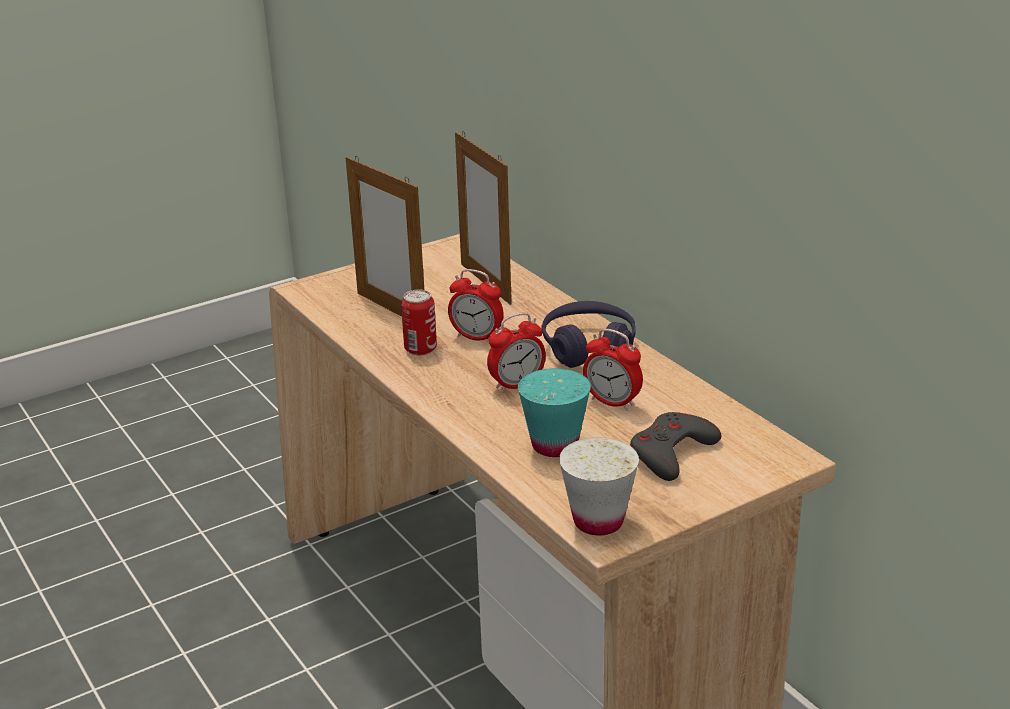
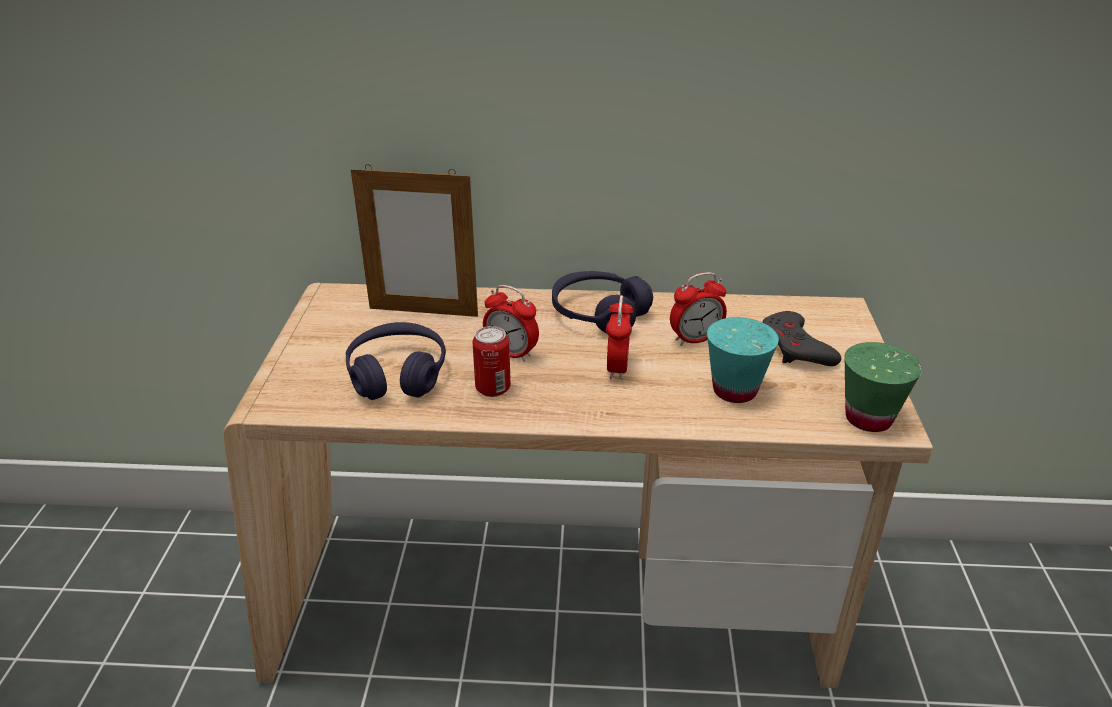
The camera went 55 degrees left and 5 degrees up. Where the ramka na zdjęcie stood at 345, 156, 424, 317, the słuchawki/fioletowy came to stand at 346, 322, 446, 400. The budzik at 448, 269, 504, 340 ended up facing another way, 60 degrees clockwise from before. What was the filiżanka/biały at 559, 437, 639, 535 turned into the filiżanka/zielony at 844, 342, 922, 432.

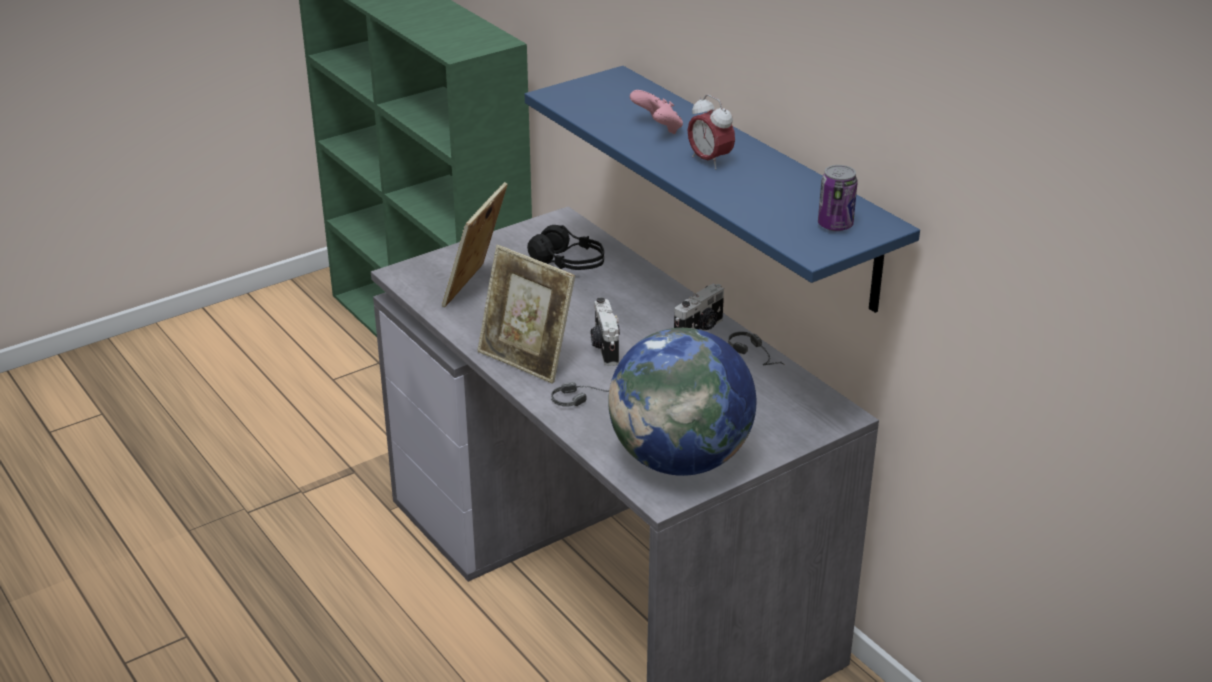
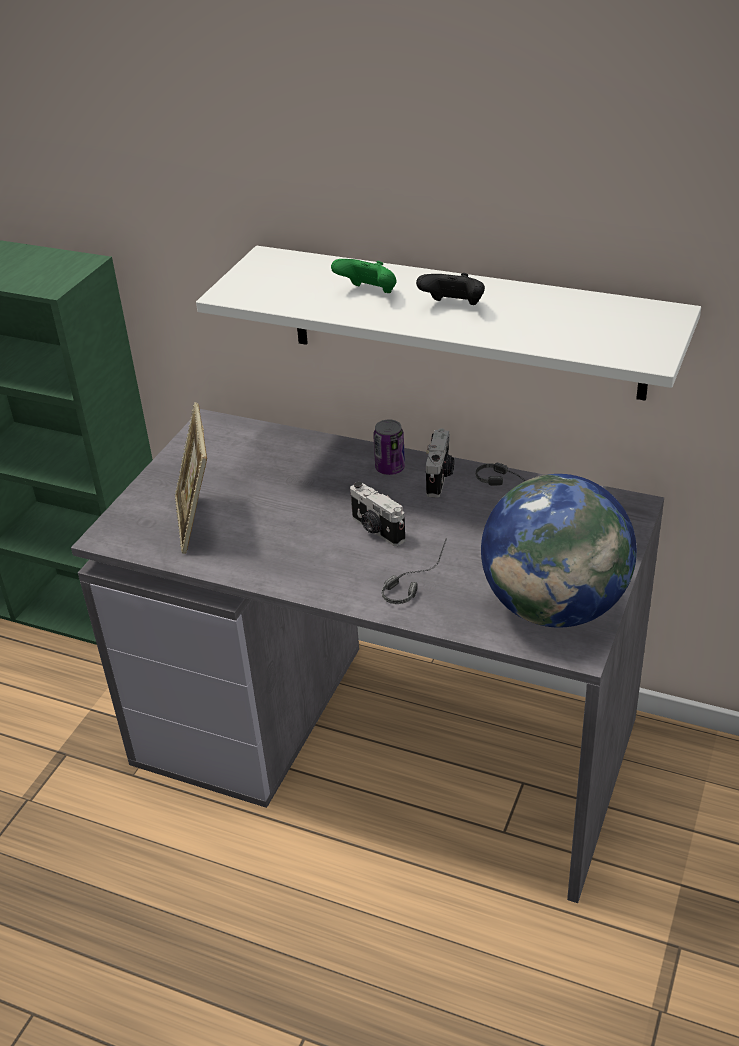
The camera went 30 degrees left and 5 degrees up. The second view lost the ramka na zdjęcie at 477, 245, 575, 384. What was the półka/niebieski at 525, 66, 920, 313 turned into the półka/biały at 196, 246, 701, 401. The second view lost the słuchawki/czarny at 527, 225, 604, 270. What was the pad do gier/różowy at 630, 90, 683, 134 turned into the pad do gier/zielony at 331, 259, 397, 293. Where the budzik stood at 688, 94, 735, 170, the pad do gier/czarny came to stand at 416, 273, 485, 305. The puszka ended up elsewhere, having gone from 818, 165, 858, 231 to 373, 420, 405, 475.

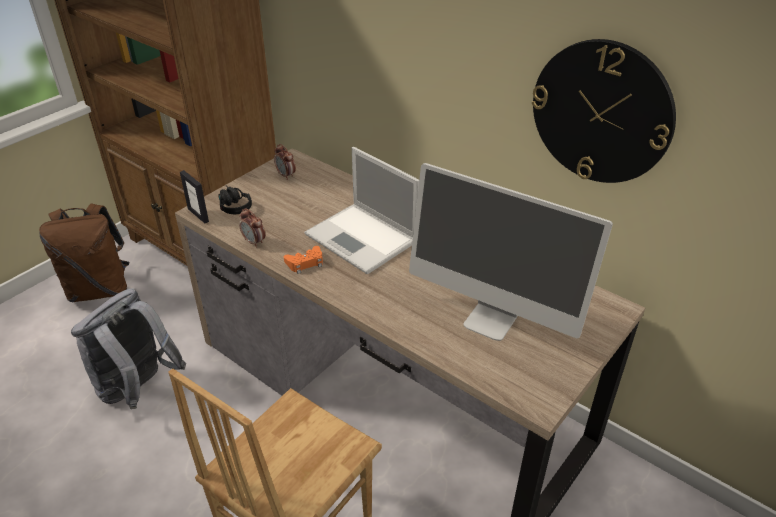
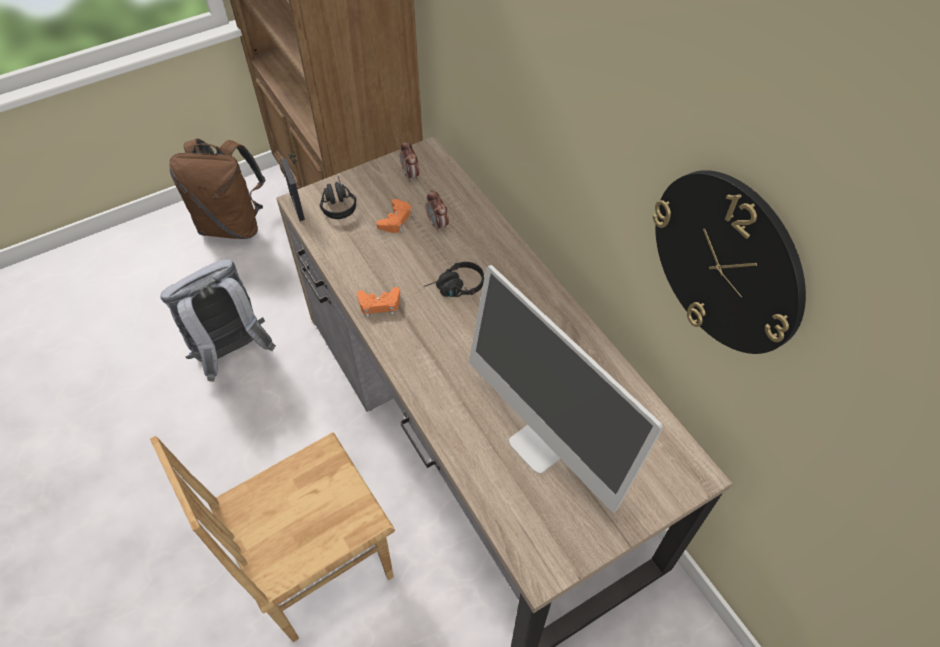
The camera went 20 degrees right and 15 degrees up. The budzik ended up elsewhere, having gone from 239, 208, 265, 248 to 425, 190, 449, 232. Where the laptop stood at 304, 147, 419, 274, the słuchawki/czarny came to stand at 423, 262, 484, 297. The second view gained the pad do gier/pomarańczowy at 377, 199, 413, 233.

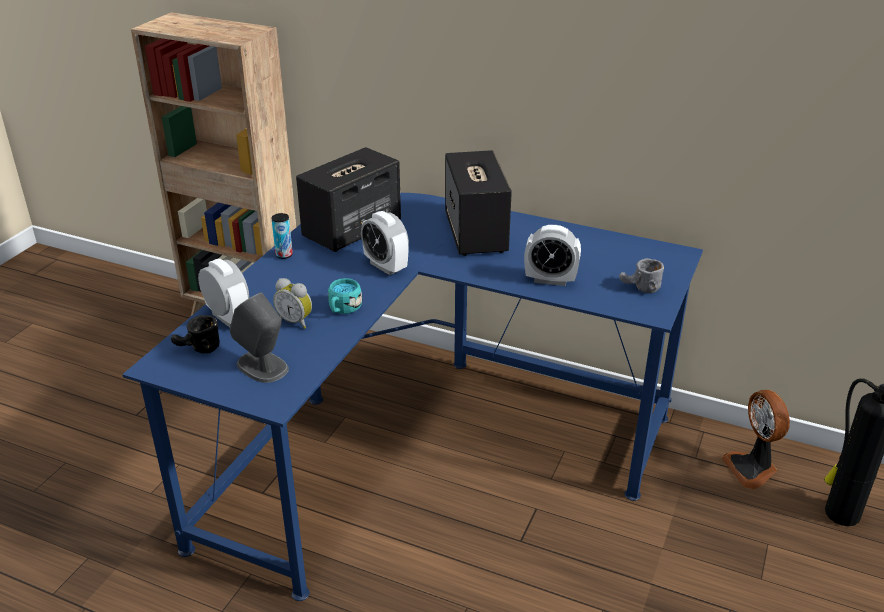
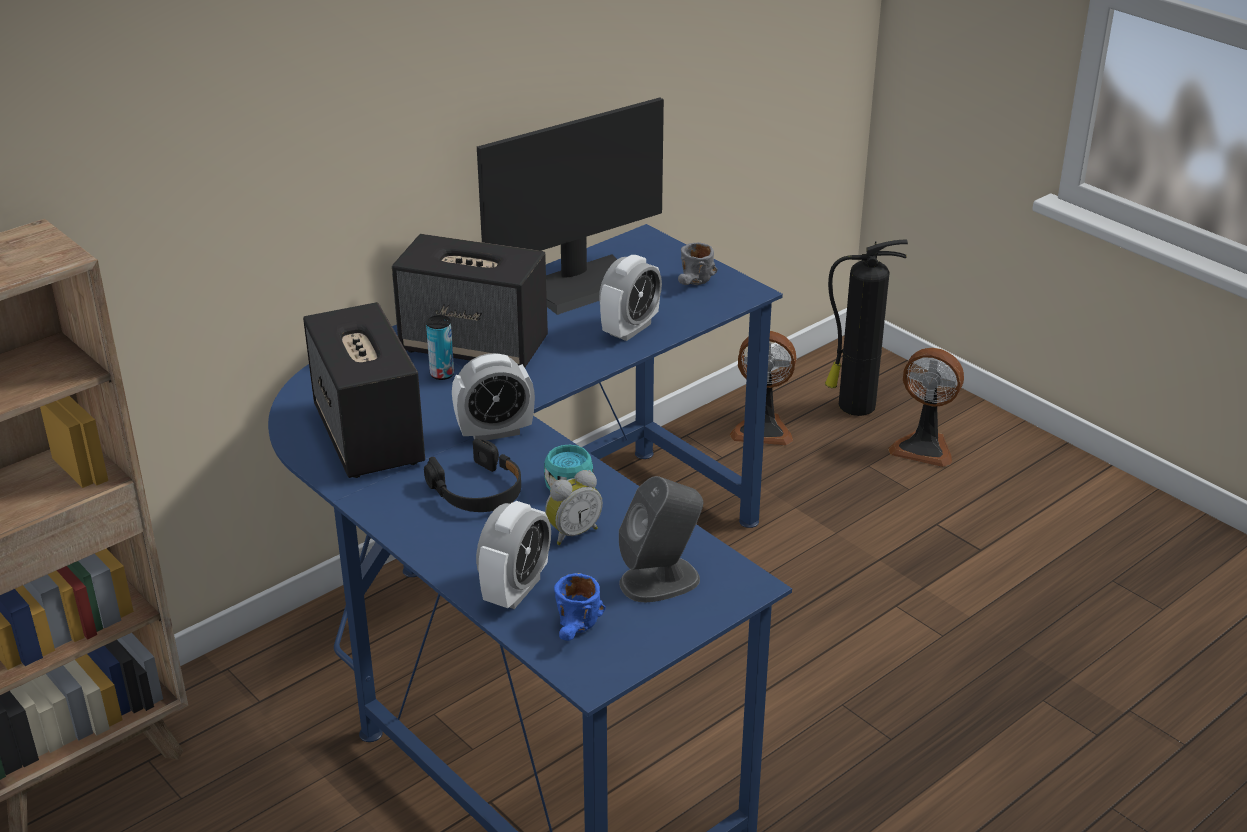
The camera went 65 degrees left and 0 degrees up. What was the kubek/czarny at 171, 315, 220, 353 turned into the kubek/niebieski at 554, 573, 606, 641. The budzik at 198, 259, 249, 328 ended up facing another way, 135 degrees clockwise from before. The puszka ended up elsewhere, having gone from 271, 213, 293, 259 to 426, 315, 454, 380. The second view gained the słuchawki/czarny at 424, 439, 521, 512. The second view gained the monitor at 477, 98, 664, 315. The second view gained the wentylator at 888, 348, 964, 467.

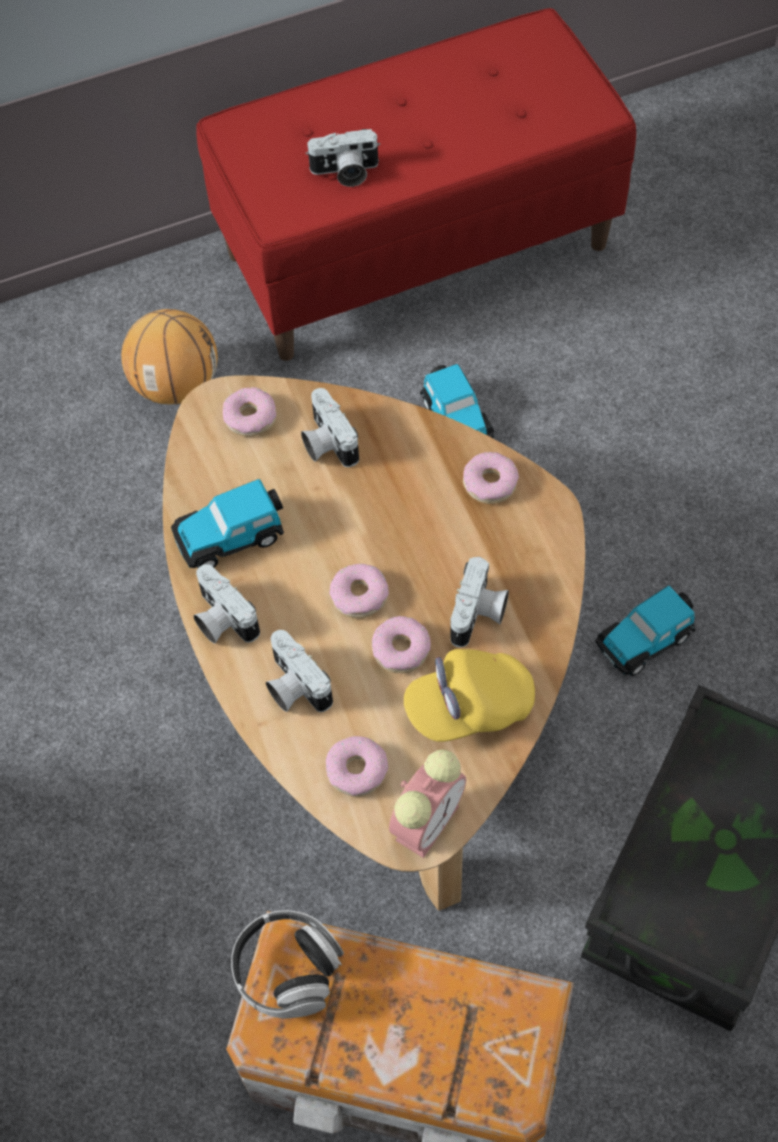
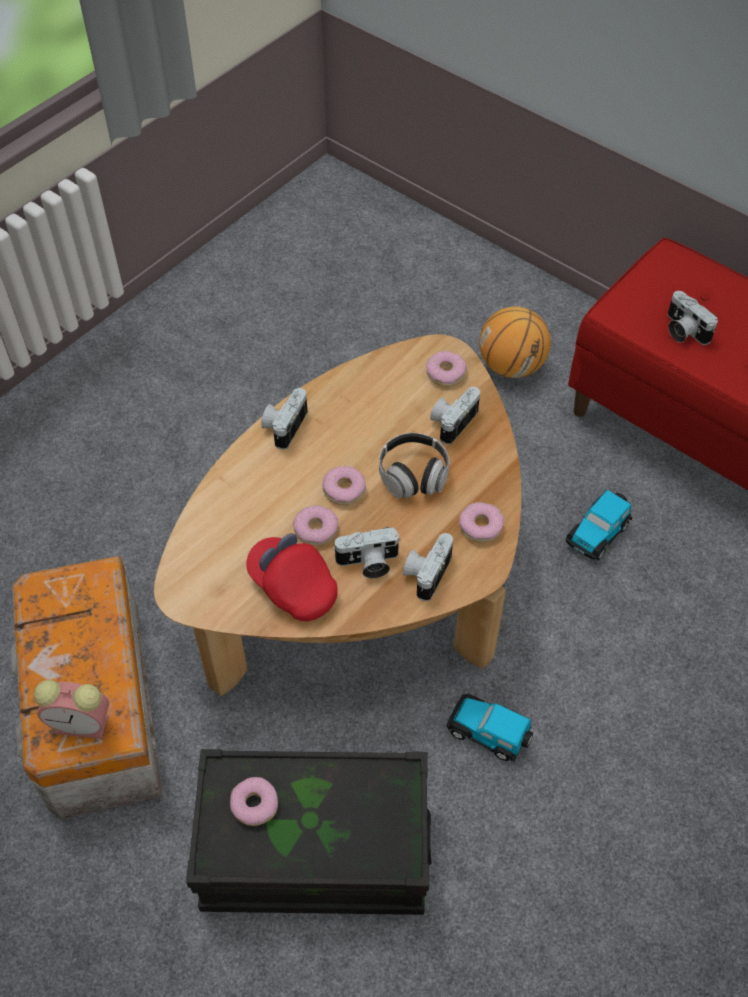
The camera went 60 degrees right and 5 degrees down. The second view lost the samochodzik at 171, 479, 284, 568. The słuchawki ended up elsewhere, having gone from 231, 910, 344, 1018 to 379, 433, 449, 499. The aparat fotograficzny ended up elsewhere, having gone from 266, 630, 333, 712 to 403, 533, 453, 601. The donut ended up elsewhere, having gone from 326, 736, 388, 797 to 230, 777, 278, 826. The budzik ended up elsewhere, having gone from 389, 750, 466, 858 to 34, 680, 109, 739. What was the czapka z daszkiem/żółty at 404, 649, 535, 742 turned into the czapka z daszkiem/czerwony at 247, 533, 338, 621.

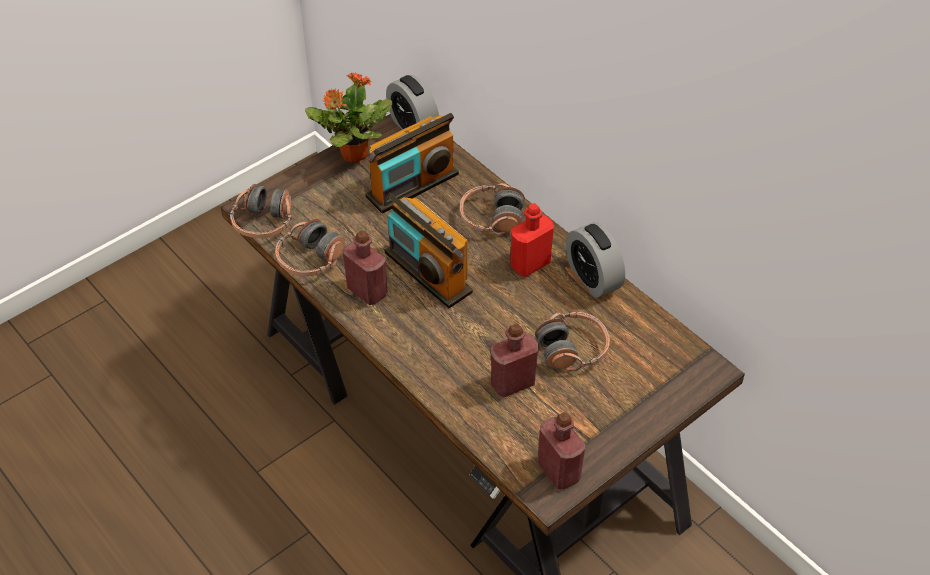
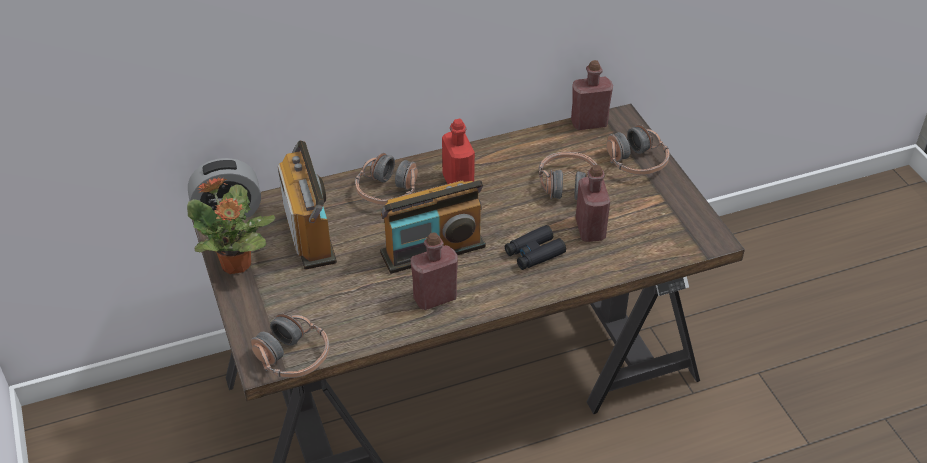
The camera went 70 degrees left and 5 degrees down. The słuchawki ended up elsewhere, having gone from 275, 219, 345, 276 to 606, 125, 669, 175. The butelka/czerwony ended up elsewhere, having gone from 538, 412, 586, 489 to 571, 60, 613, 130. The second view lost the budzik at 566, 222, 625, 298. The second view gained the lornetka/czarny at 505, 225, 566, 270.

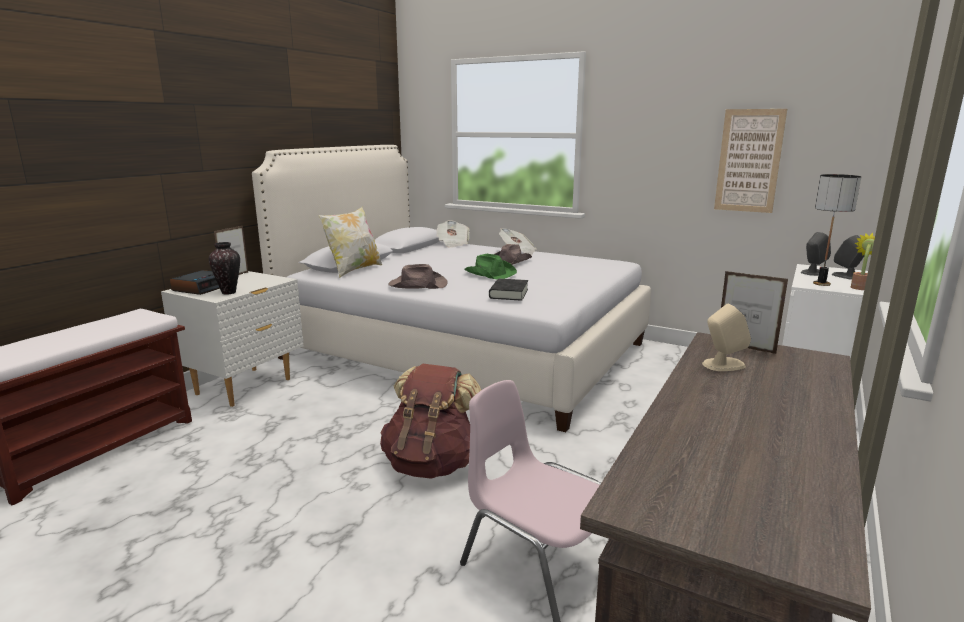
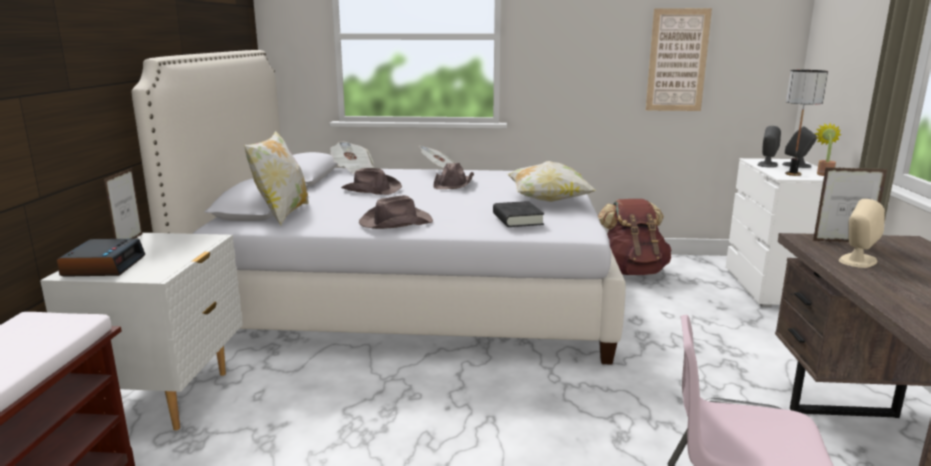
The camera went 25 degrees left and 0 degrees up. The second view lost the wazon at 209, 242, 240, 294. The plecak/brązowy ended up elsewhere, having gone from 380, 364, 481, 479 to 598, 199, 671, 275. The second view lost the kapelusz/zielony at 464, 254, 517, 279. The second view gained the kapelusz/brązowy at 341, 168, 402, 195. The second view gained the poduszka at 507, 161, 597, 202.

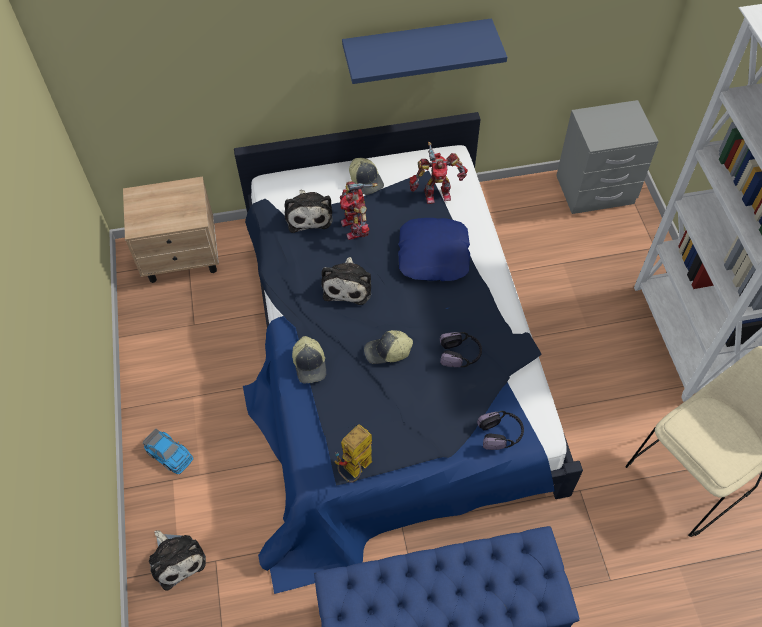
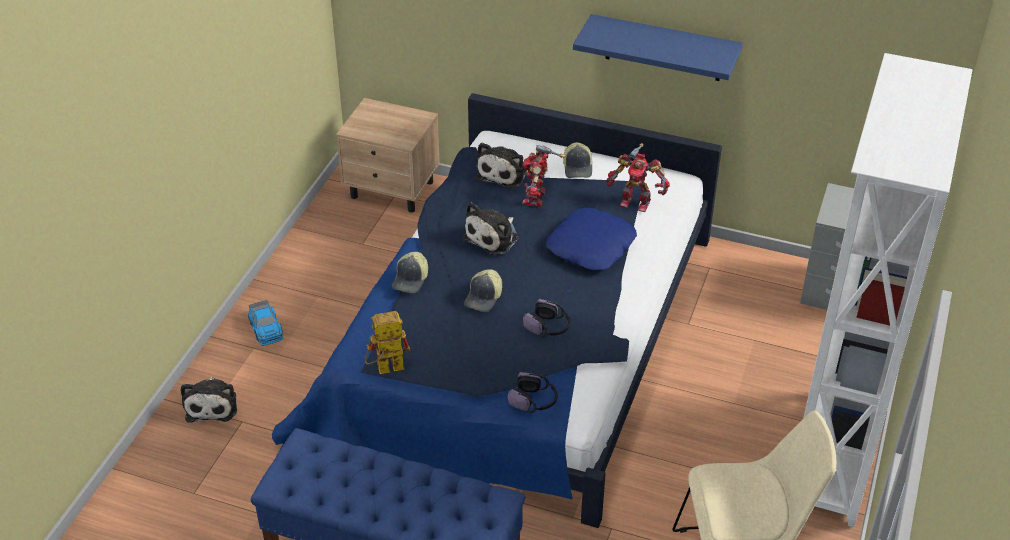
The camera went 30 degrees right and 15 degrees down. The czapka z daszkiem at 364, 330, 413, 364 ended up facing another way, 90 degrees counterclockwise from before.

